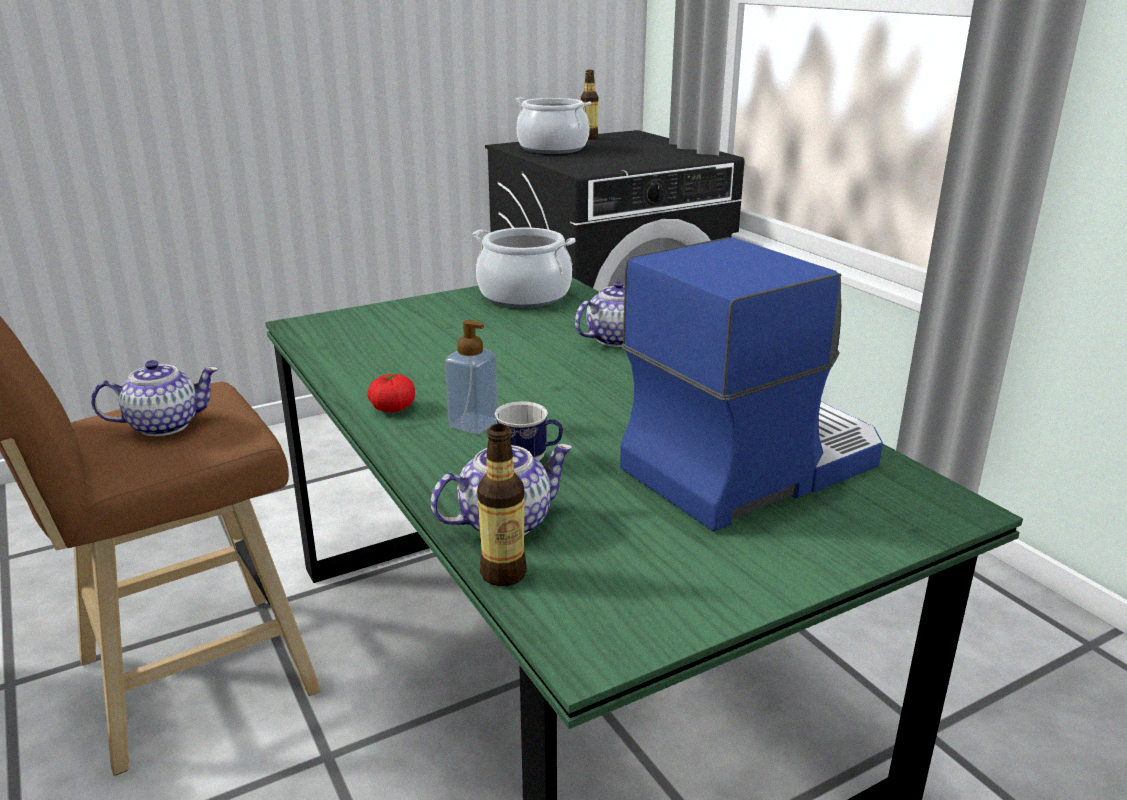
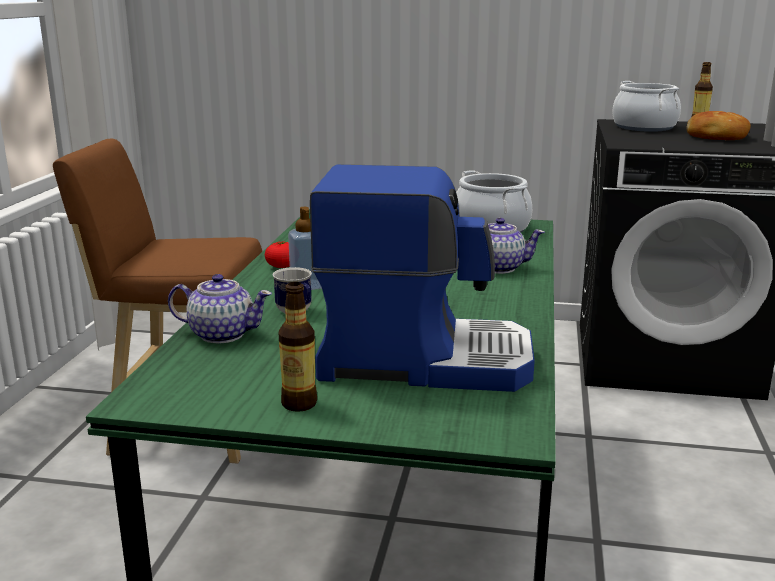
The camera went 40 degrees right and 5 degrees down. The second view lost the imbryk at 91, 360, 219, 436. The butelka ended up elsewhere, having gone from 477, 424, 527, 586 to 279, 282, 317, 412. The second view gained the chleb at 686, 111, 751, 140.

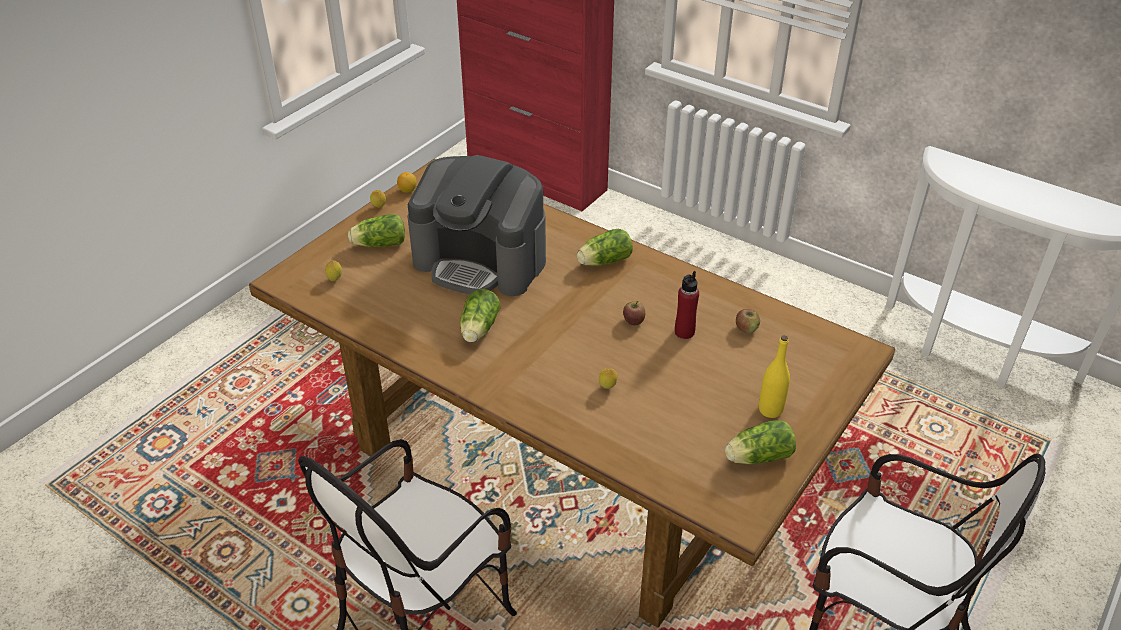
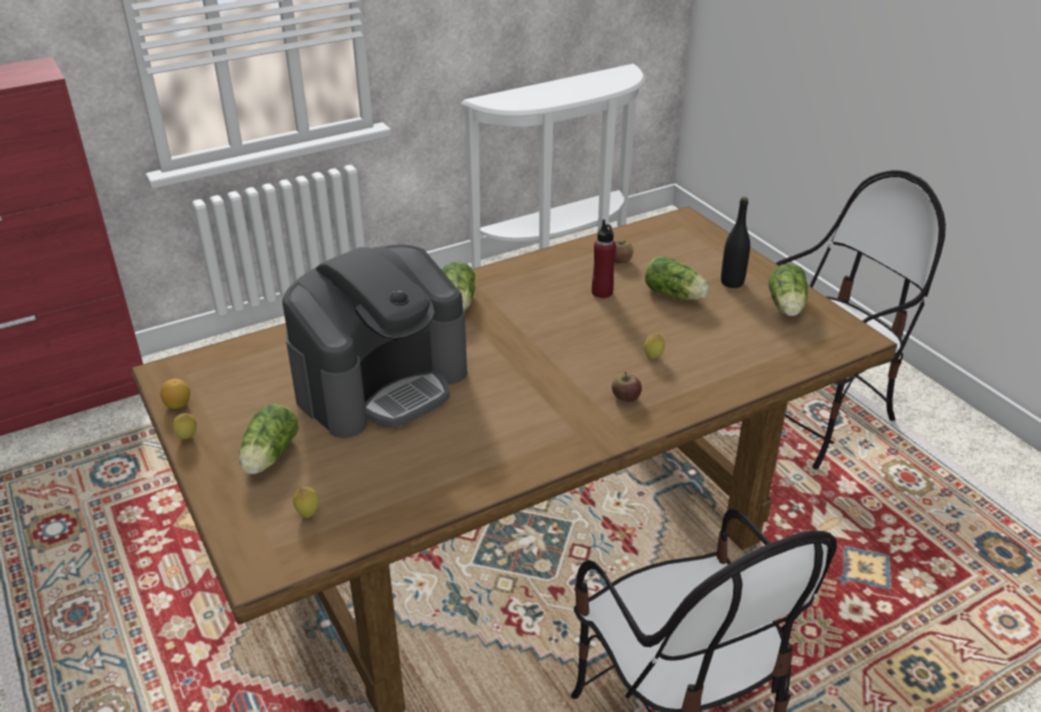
The camera went 65 degrees left and 5 degrees down. The sałata ended up elsewhere, having gone from 460, 289, 501, 342 to 645, 256, 709, 300. The jabłko ended up elsewhere, having gone from 623, 301, 645, 326 to 612, 372, 642, 402. What was the butelka/żółty at 759, 335, 790, 418 turned into the butelka/czarny at 721, 197, 750, 288.

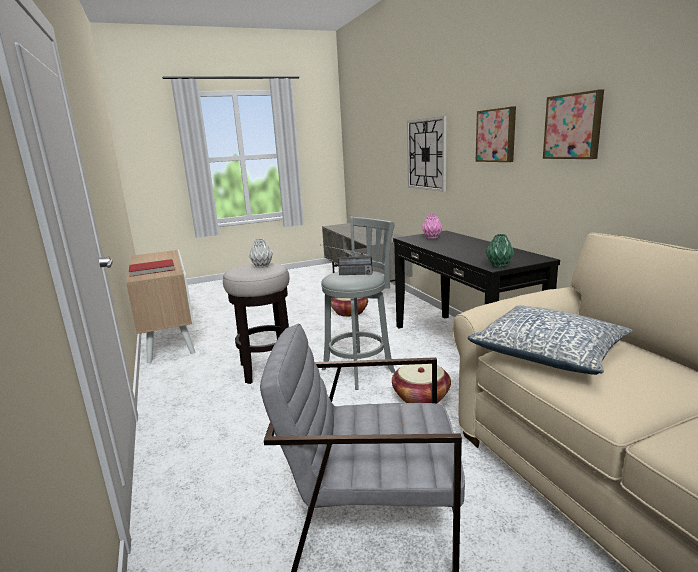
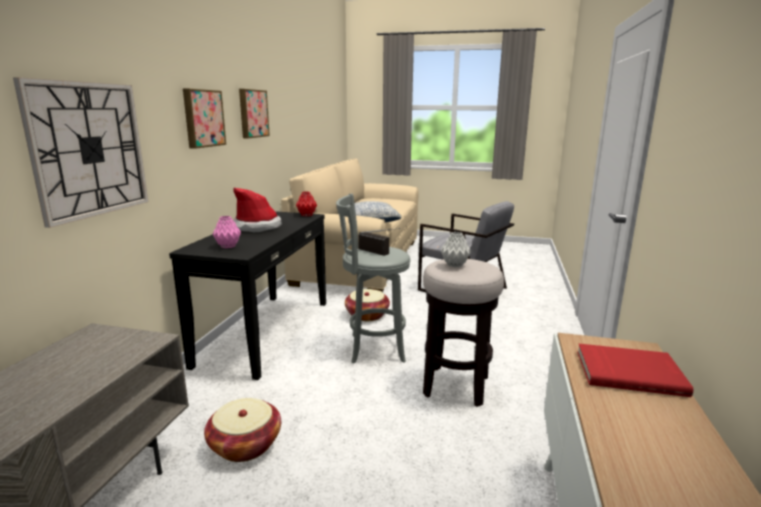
The camera went 145 degrees left and 0 degrees up. What was the wazon/zielony at 486, 234, 515, 267 turned into the wazon/czerwony at 296, 191, 317, 216. The second view gained the kapelusz at 233, 188, 282, 232.

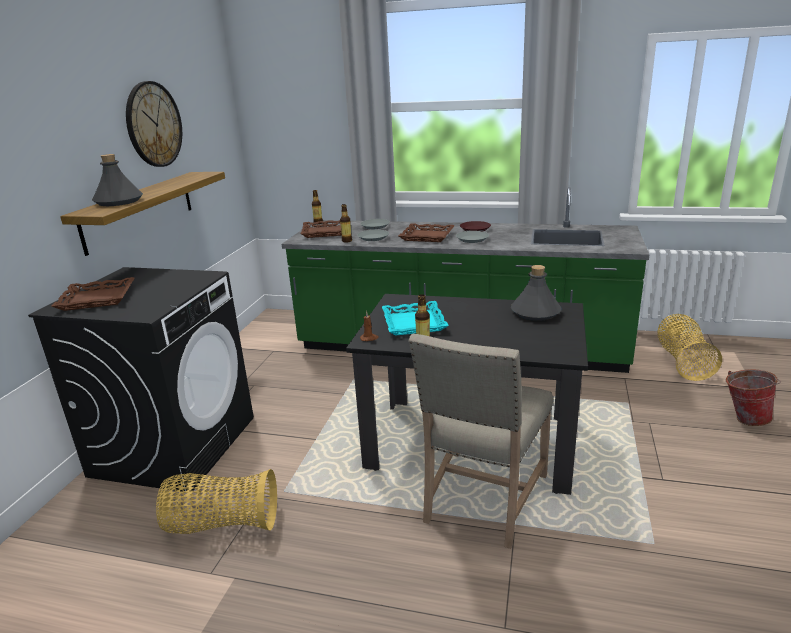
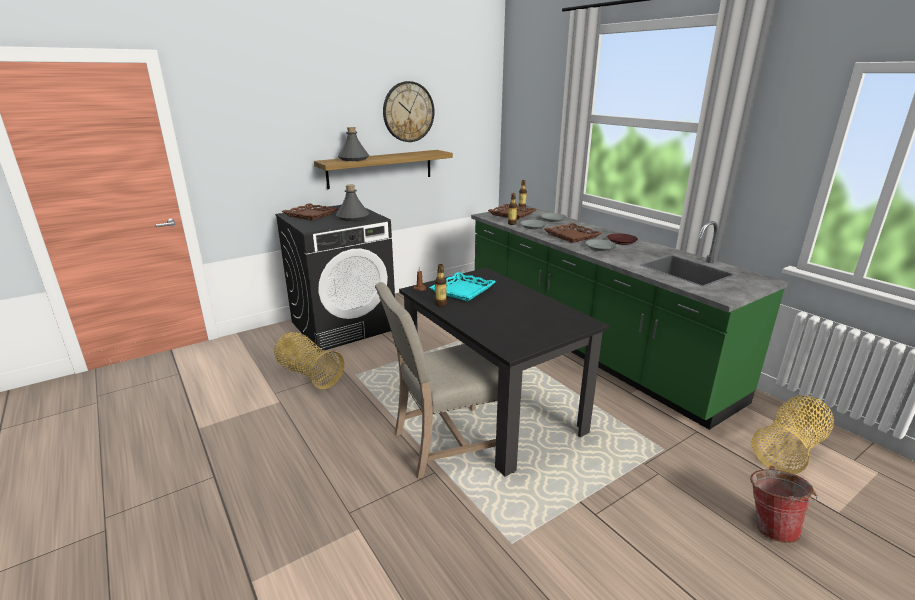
The camera went 40 degrees right and 0 degrees up. The butelka/szary ended up elsewhere, having gone from 511, 265, 561, 321 to 336, 185, 369, 221.

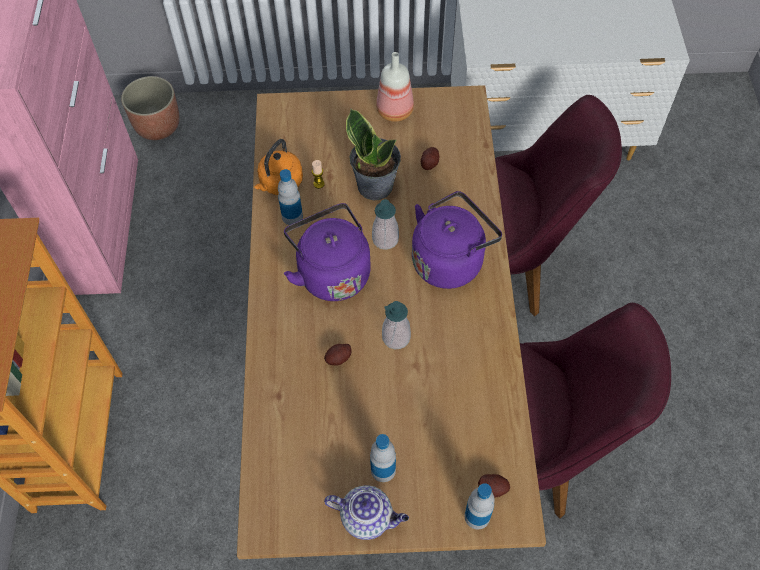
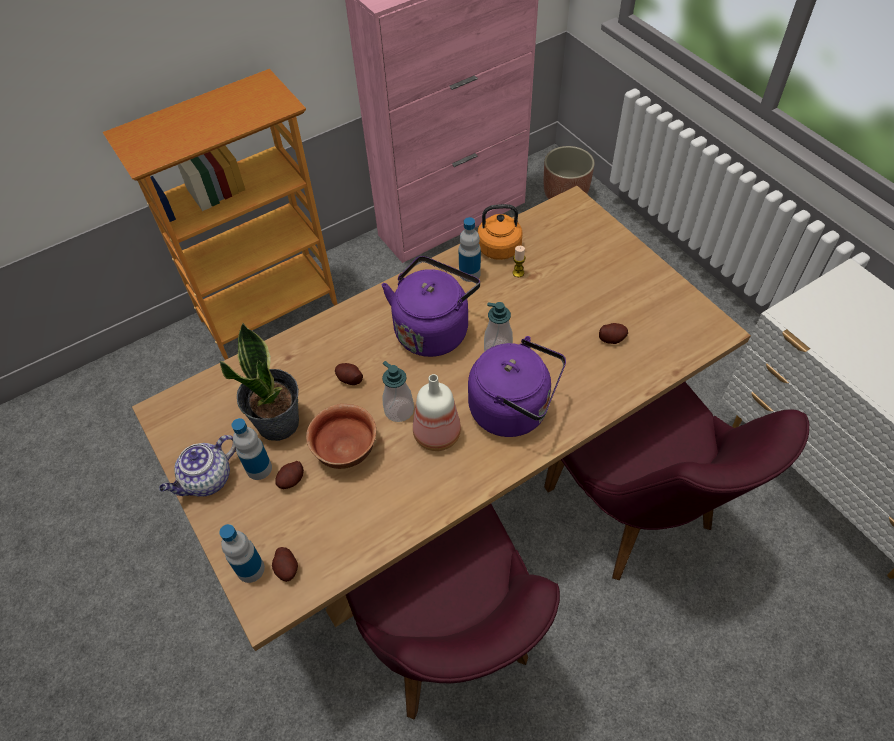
The camera went 60 degrees right and 5 degrees down. The imbryk at 324, 485, 409, 540 ended up facing another way, 60 degrees clockwise from before. The roślina doniczkowa ended up elsewhere, having gone from 346, 109, 401, 200 to 220, 323, 299, 441. The butelka ended up elsewhere, having gone from 376, 52, 414, 122 to 413, 374, 461, 451. The second view gained the ziemniak at 275, 461, 304, 489. The second view gained the miska at 306, 404, 376, 469.

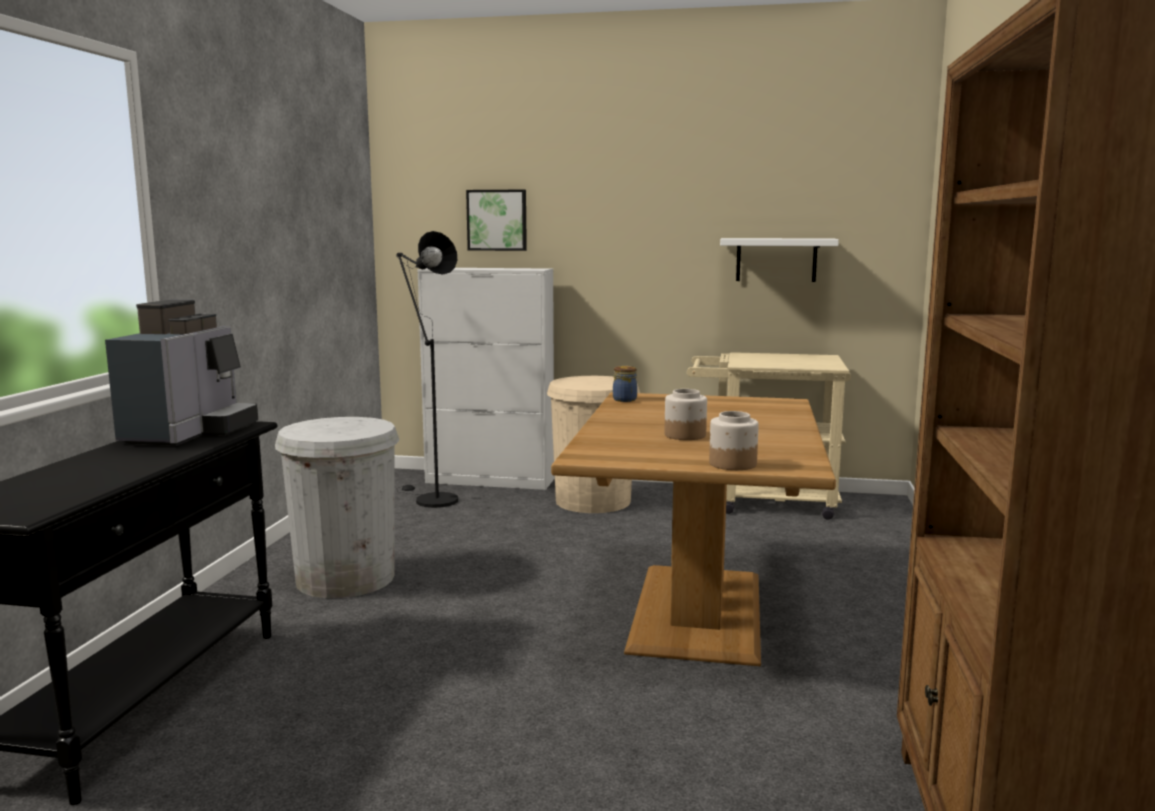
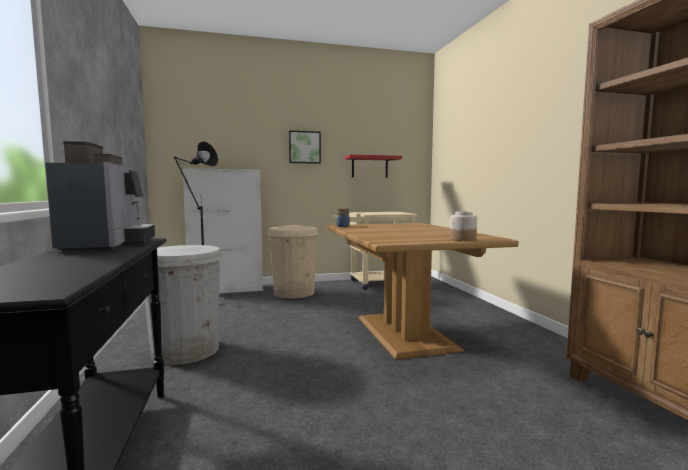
The camera went 25 degrees left and 5 degrees down. The obraz ended up elsewhere, having gone from 466, 190, 527, 251 to 289, 130, 321, 164. The second view lost the słoik at 665, 389, 707, 440. What was the półka/biały at 720, 238, 839, 282 turned into the półka/czerwony at 344, 155, 402, 178.

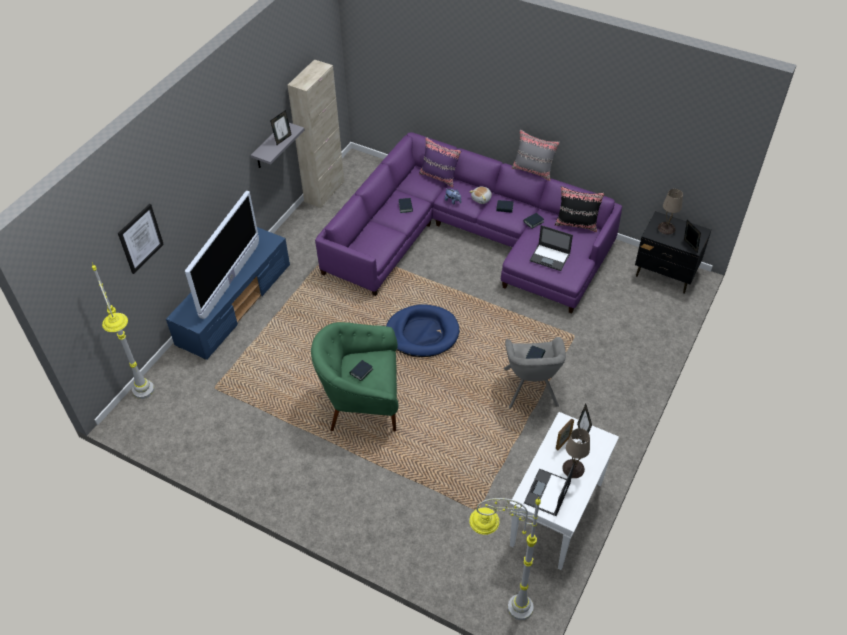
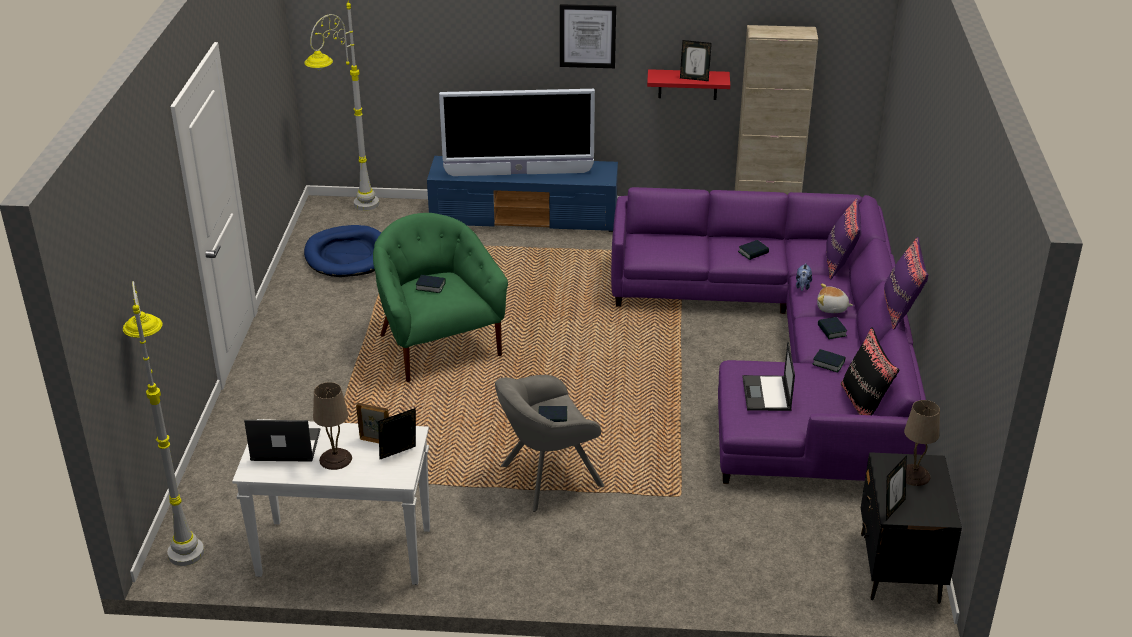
The camera went 65 degrees right and 15 degrees down. The obraz ended up elsewhere, having gone from 118, 204, 164, 274 to 560, 4, 616, 68. What was the półka/szary at 251, 123, 304, 168 turned into the półka/czerwony at 647, 69, 730, 100. The legowisko/niebieski ended up elsewhere, having gone from 386, 304, 460, 357 to 304, 225, 381, 277. What was the poduszka/szary at 512, 130, 560, 181 turned into the poduszka/fioletowy at 884, 237, 928, 329.

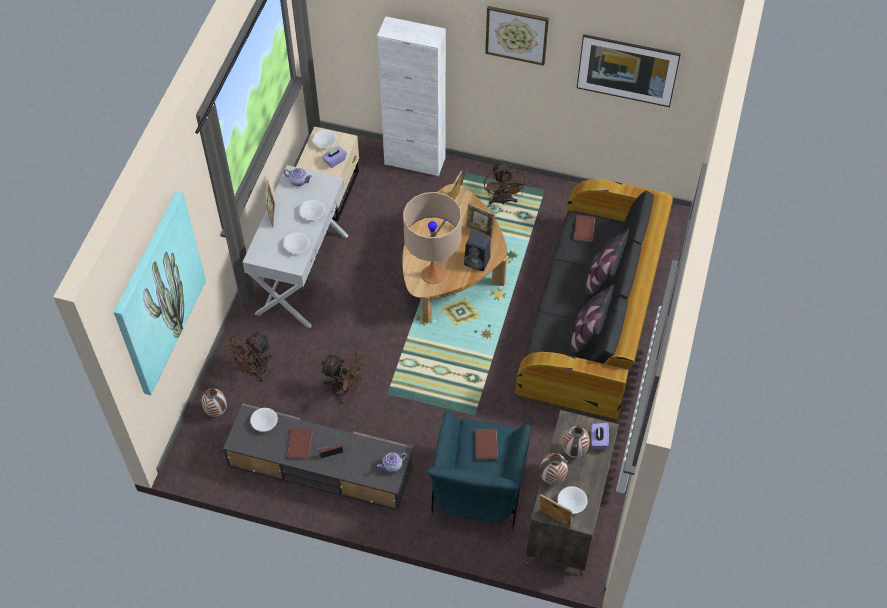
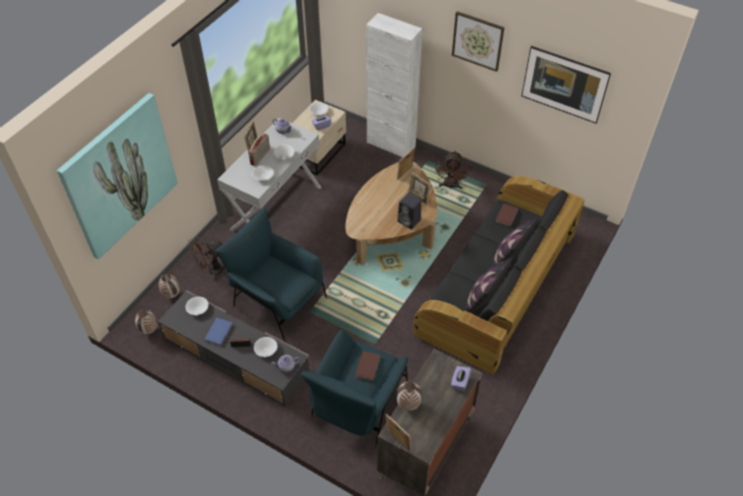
The camera went 15 degrees right and 5 degrees down. What was the książka/brązowy at 287, 428, 313, 460 turned into the książka/niebieski at 204, 318, 233, 346. Where the wentylator/brązowy stood at 320, 349, 366, 403, the fotel/niebieski came to stand at 216, 208, 327, 342. The second view lost the lampa stołowa/beżowy at 403, 192, 462, 284. The miska/biały ended up elsewhere, having gone from 557, 486, 588, 514 to 254, 337, 277, 357. The wazon ended up elsewhere, having gone from 562, 425, 590, 458 to 135, 309, 157, 334. The second view gained the radio at 248, 133, 270, 166.

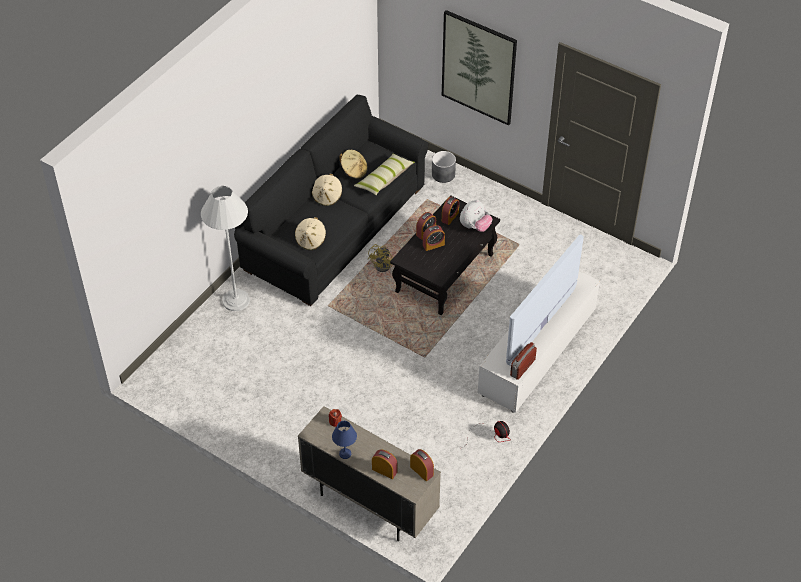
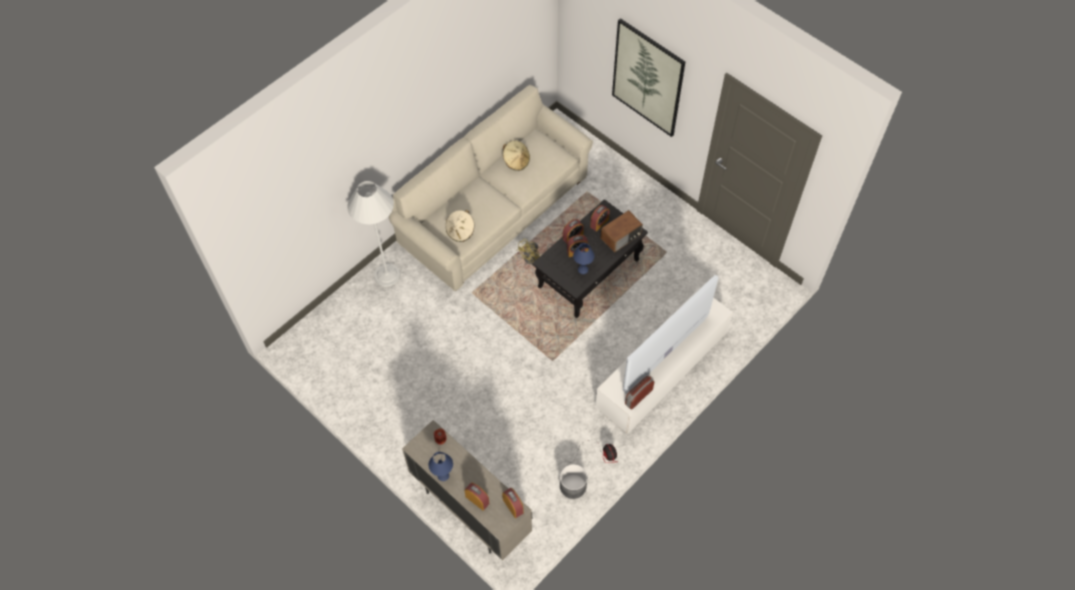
The camera went 10 degrees right and 10 degrees up. What was the kanapa/czarny at 234, 94, 429, 306 turned into the kanapa/beżowy at 389, 85, 593, 291. The second view lost the kapelusz/beżowy at 312, 174, 342, 206. The second view lost the poduszka at 354, 153, 415, 195. The donica/szary ended up elsewhere, having gone from 432, 151, 456, 183 to 560, 464, 587, 499. Where the pluszak stood at 460, 200, 492, 232, the radio came to stand at 601, 210, 643, 252. The second view gained the lampa stołowa/niebieski at 573, 243, 595, 274.

